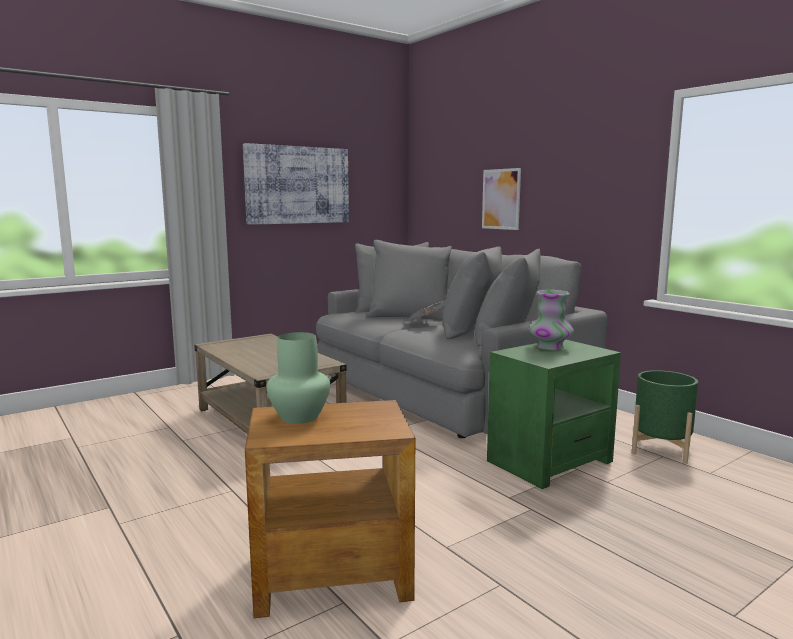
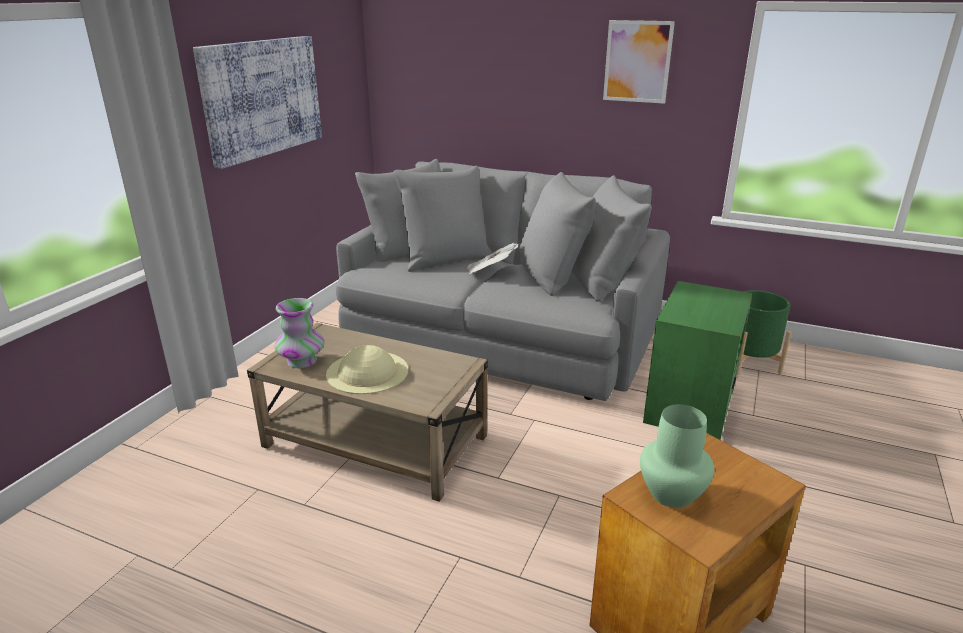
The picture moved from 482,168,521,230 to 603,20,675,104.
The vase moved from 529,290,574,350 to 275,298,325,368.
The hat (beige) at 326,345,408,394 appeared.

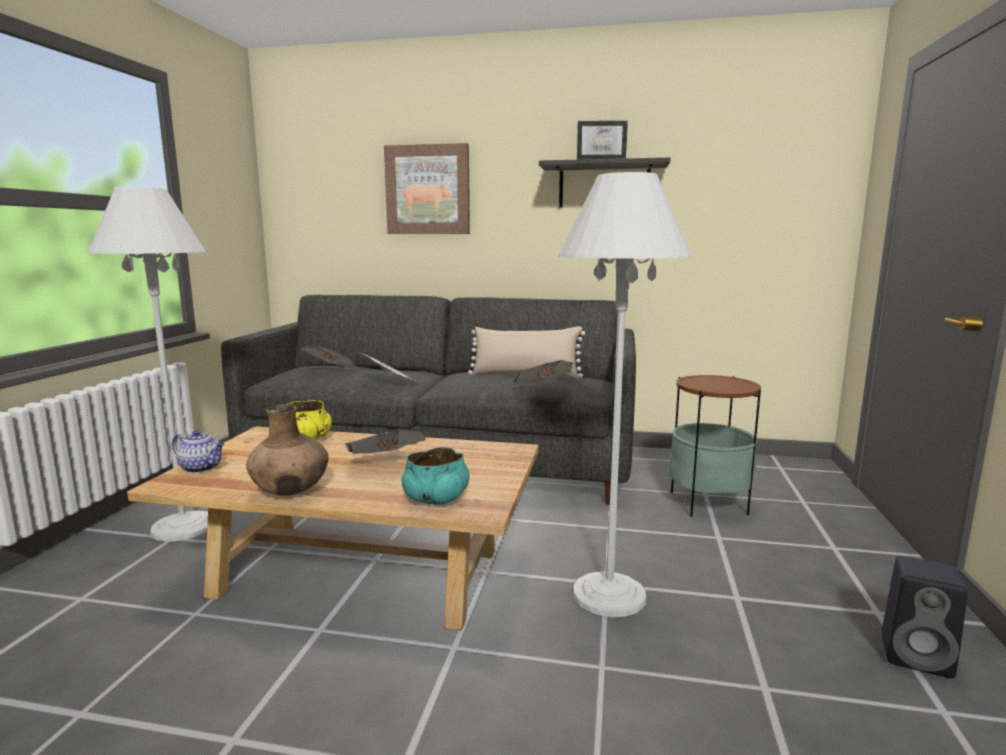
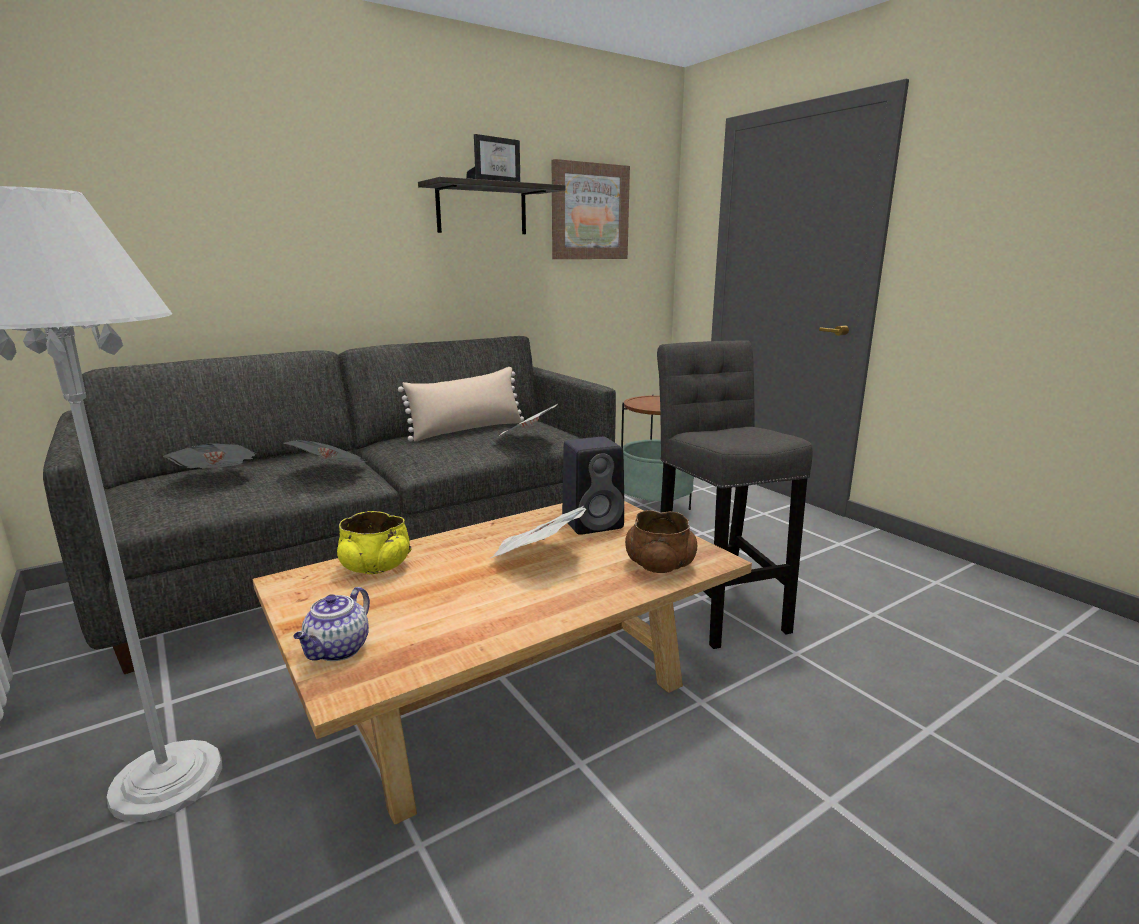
The teapot at 172,430,224,473 turned 135 degrees clockwise.
The vase (brown) at 246,404,329,496 disappeared.
The picture moved from 384,143,470,234 to 552,159,630,259.
The bowl (turquoise) at 402,447,470,505 became the bowl (brown) at 625,510,697,573.
The floor lamp (white) at 558,172,692,617 was replaced by the stool (grey) at 657,341,813,649.
The speaker (black) moved from 882,556,968,678 to 562,437,624,535.

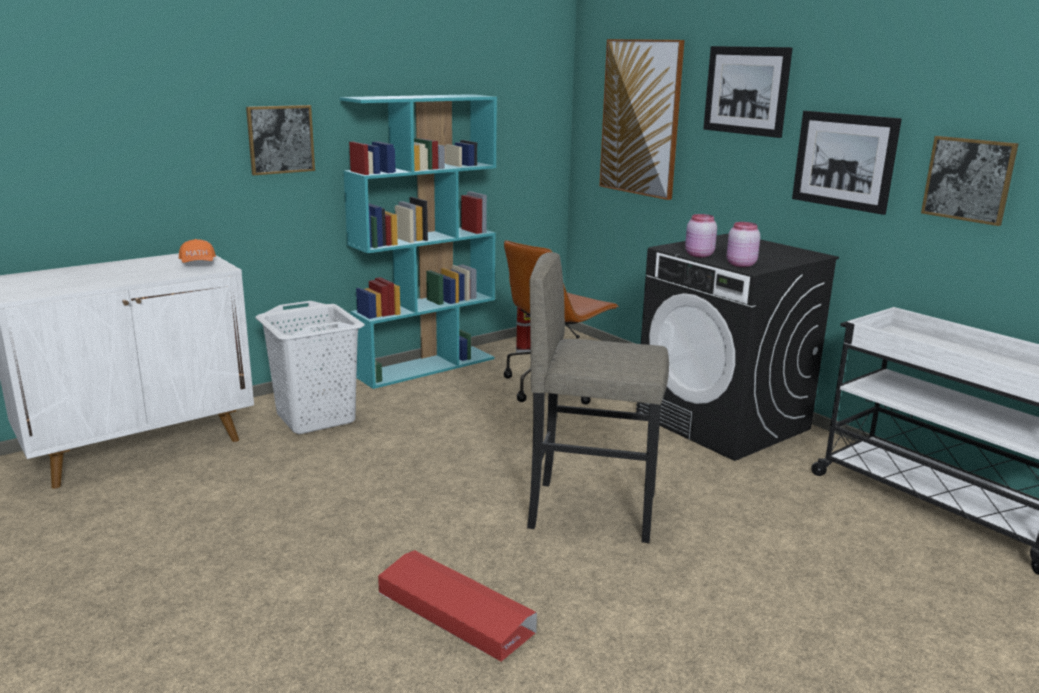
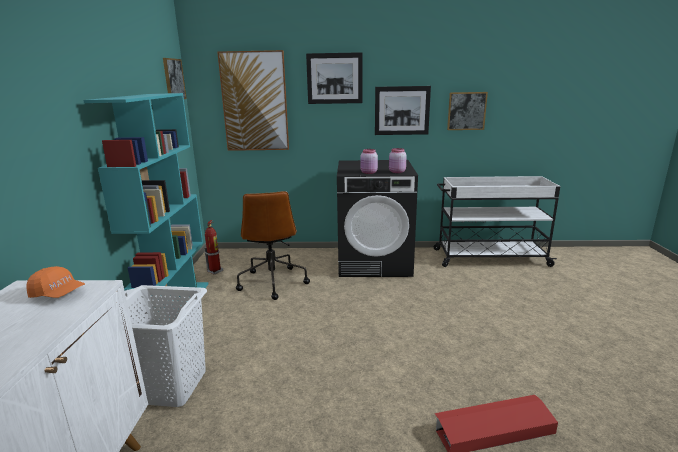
The picture moved from 246,105,315,175 to 163,58,187,99.
The stool (grey) at 527,252,669,543 disappeared.

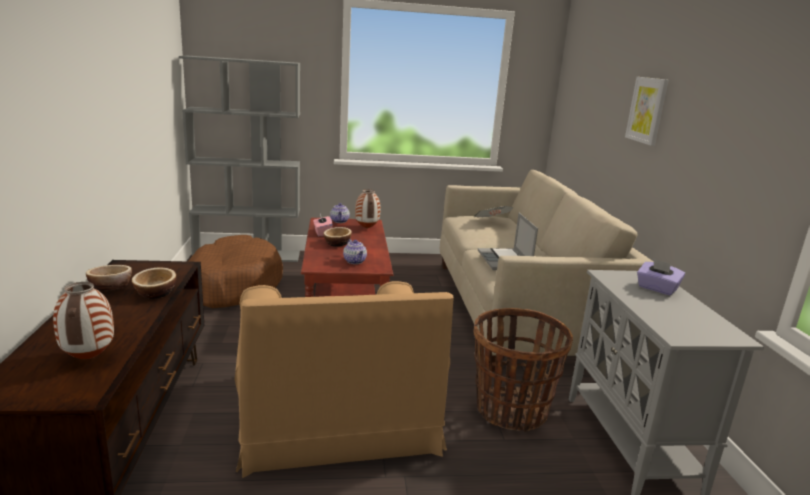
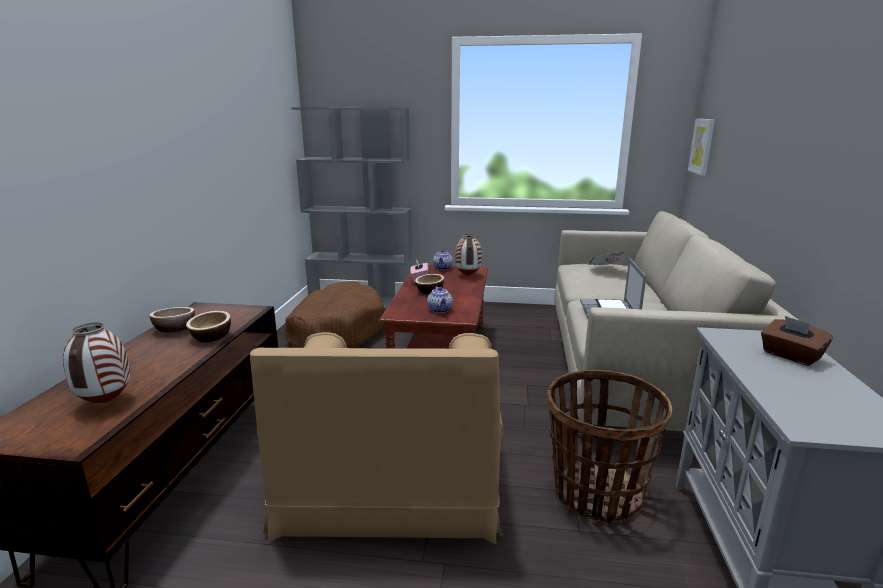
The picture moved from 625,77,669,146 to 688,119,715,176.
The tissue box (purple) at 637,259,685,296 became the tissue box (brown) at 761,316,833,366.

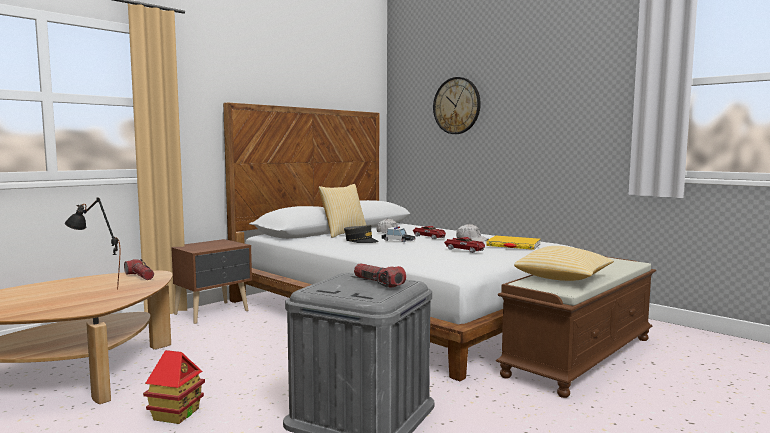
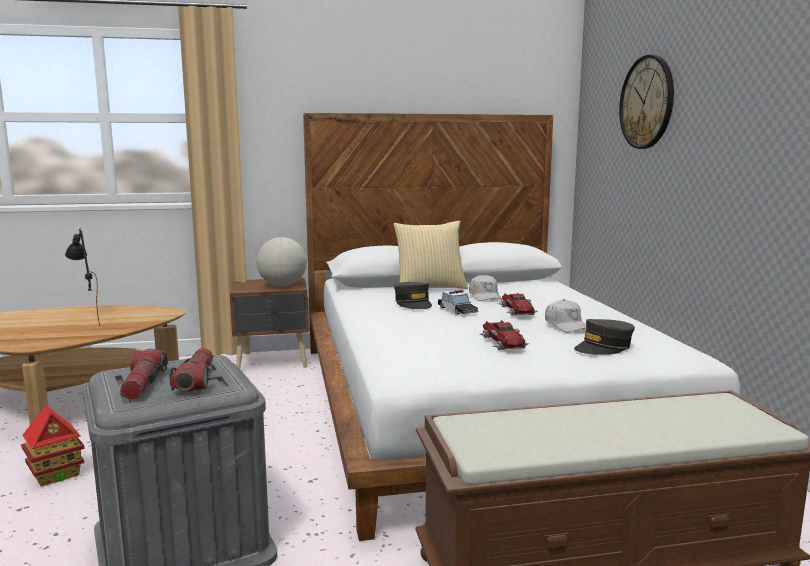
The flashlight moved from 124,259,154,280 to 120,349,168,400.
The book (yellow) at 486,235,540,250 was replaced by the cap (grey) at 574,319,635,355.
The pillow at 514,246,614,281 disappeared.
The globe at 257,237,307,287 appeared.

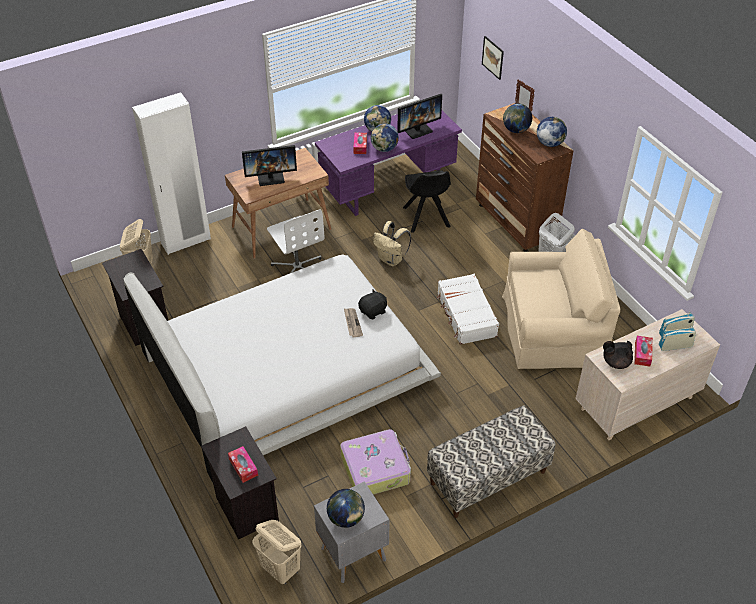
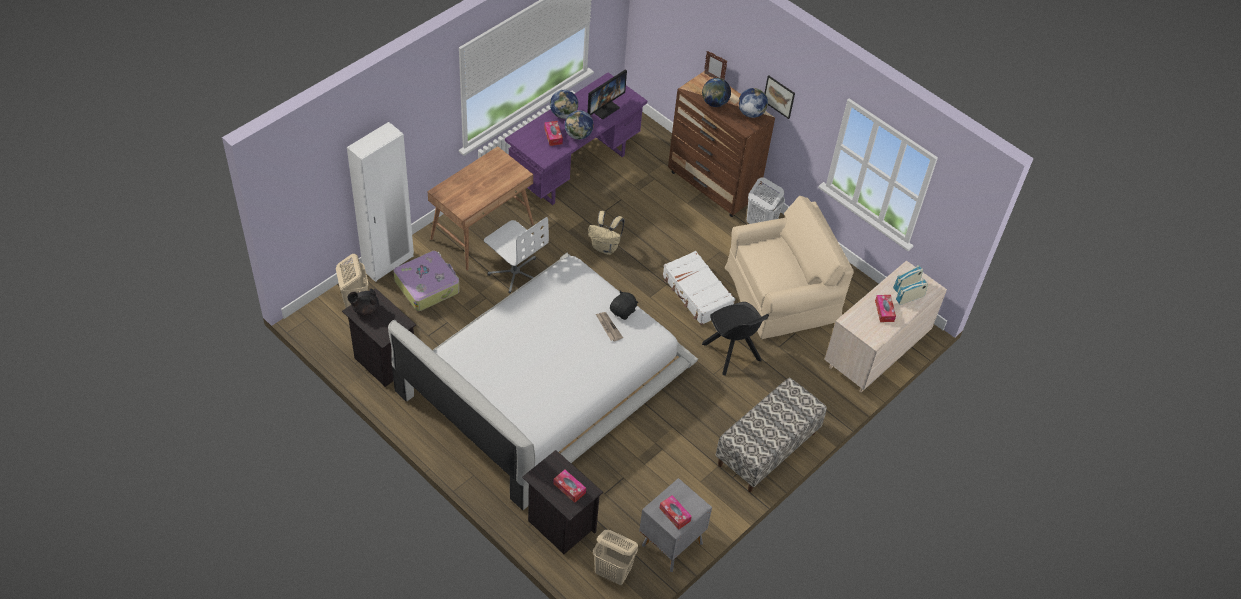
The monitor at 242,145,297,186 disappeared.
The globe at 327,489,365,528 was replaced by the tissue box at 659,495,692,530.
The suitcase moved from 340,429,411,495 to 394,251,460,311.
The chair (black) moved from 403,170,451,233 to 702,302,769,376.
The picture moved from 482,36,504,80 to 765,75,795,119.
The teapot (black) moved from 603,341,633,369 to 347,288,379,316.

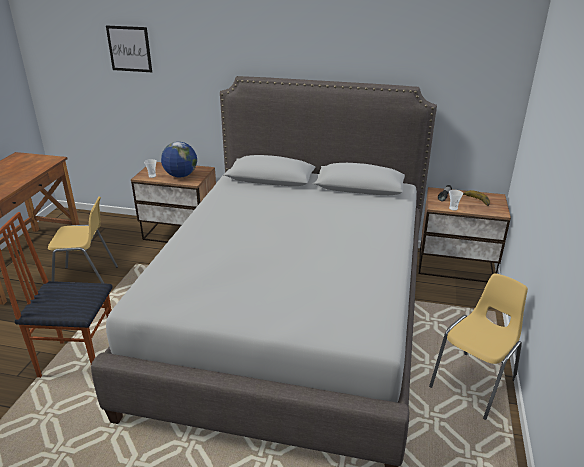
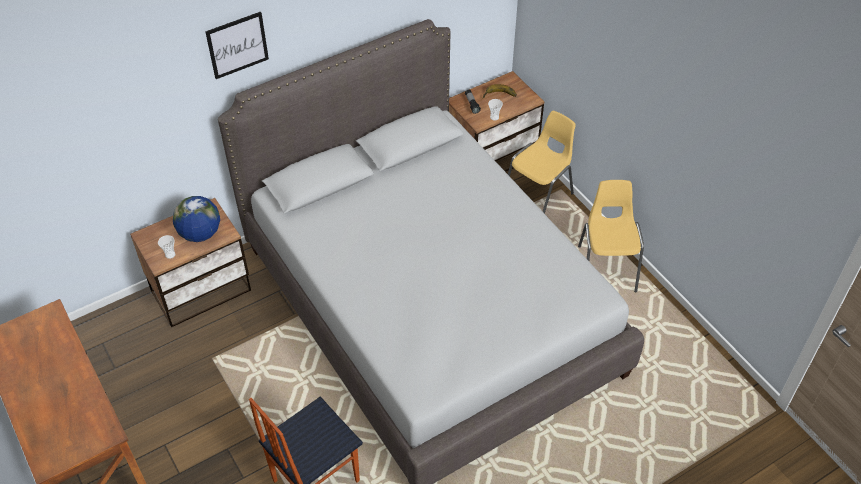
The chair (yellow) moved from 48,197,118,284 to 508,111,576,214.
The picture moved from 106,25,152,72 to 205,12,269,79.

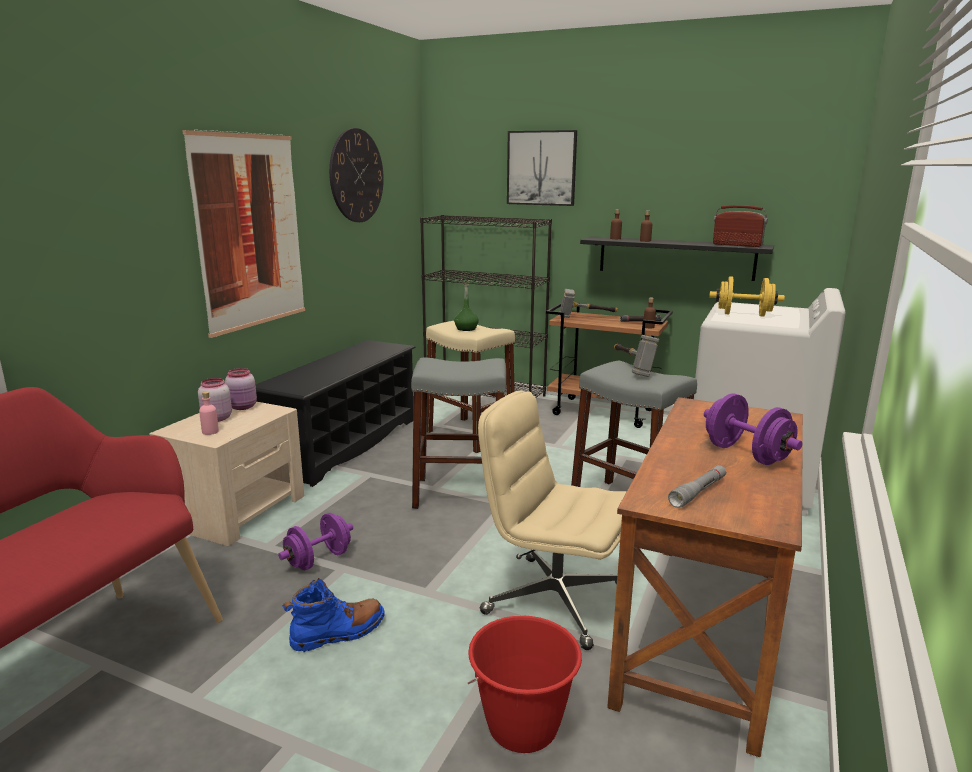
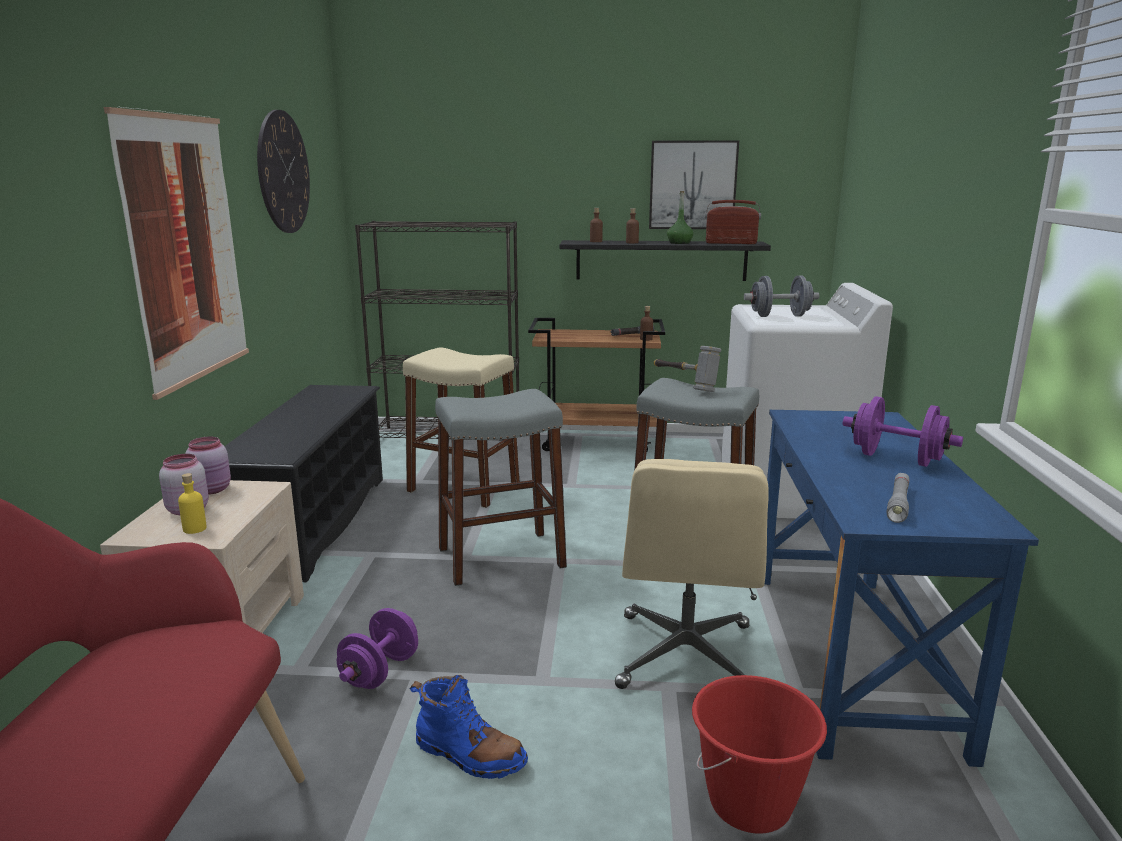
The bottle (pink) at 199,391,219,435 became the bottle (yellow) at 178,473,207,534.
The boot (blue) at 283,578,385,652 turned 75 degrees clockwise.
The bottle (green) moved from 454,282,479,331 to 667,191,694,244.
The office chair (beige) at 478,391,627,650 turned 90 degrees counterclockwise.
The picture moved from 507,130,577,206 to 649,140,739,229.
The hammer at 560,289,619,318 disappeared.
The desk (brown) at 607,397,803,757 became the desk (blue) at 764,410,1039,767.
The dumbbell (yellow) at 709,276,785,316 became the dumbbell (grey) at 744,276,819,317.

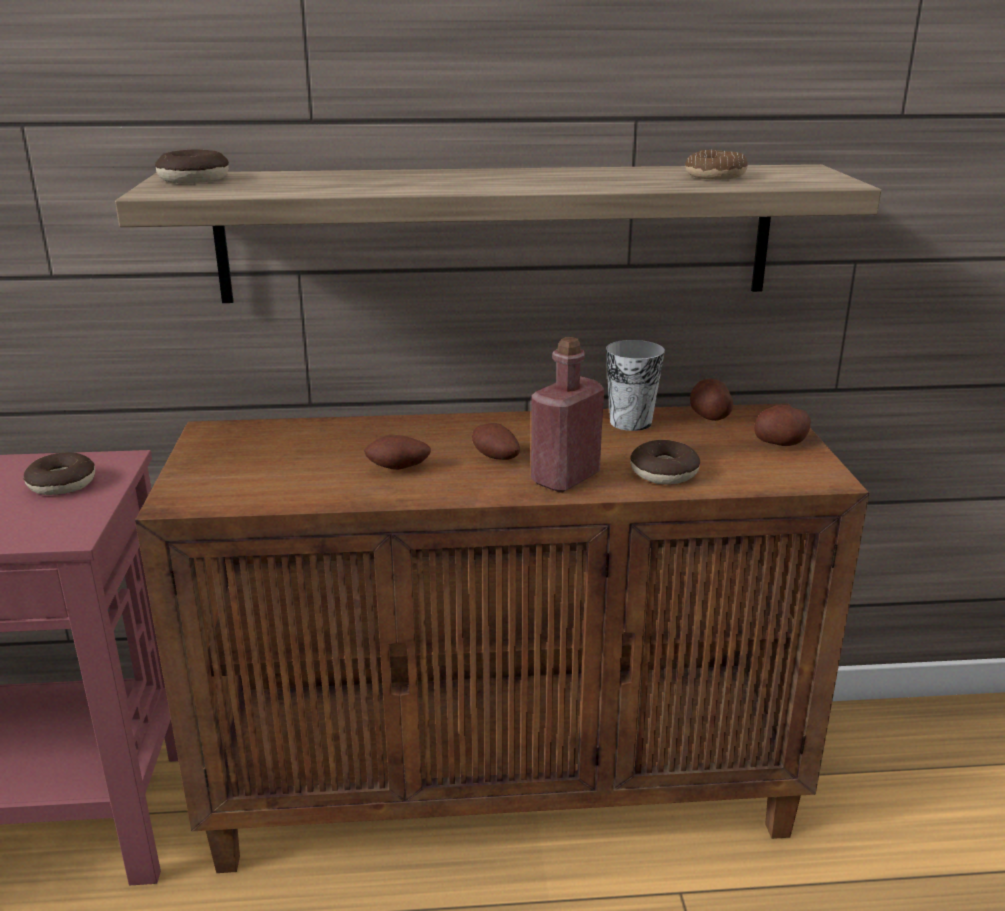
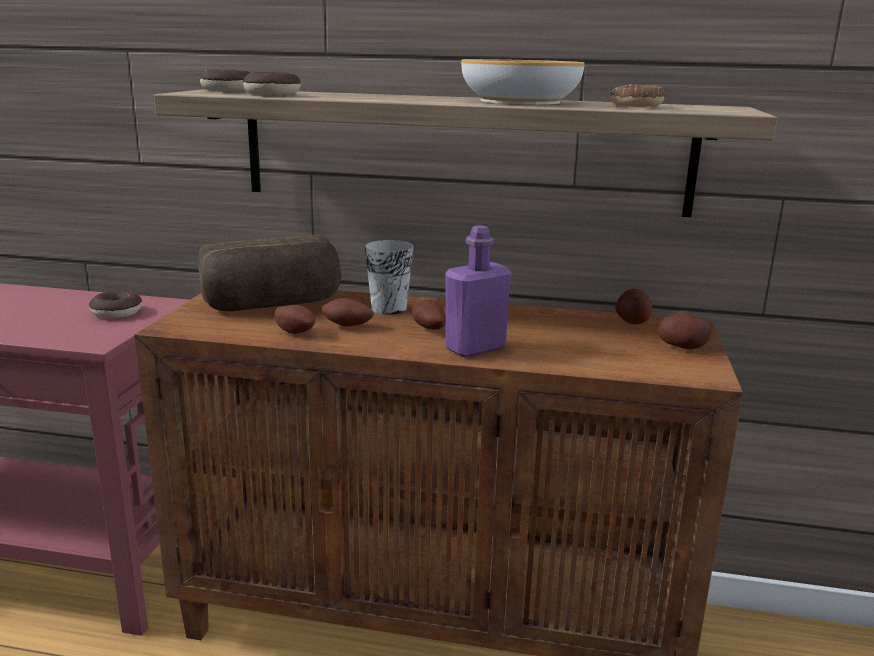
The bottle (red) at 531,337,604,493 became the bottle (purple) at 445,225,511,357.
The cup moved from 606,340,665,431 to 364,240,414,315.
The donut moved from 630,440,700,485 to 243,72,301,96.
The bread at 199,235,341,311 appeared.
The potato at 275,305,316,334 appeared.
The bowl at 461,59,585,105 appeared.

